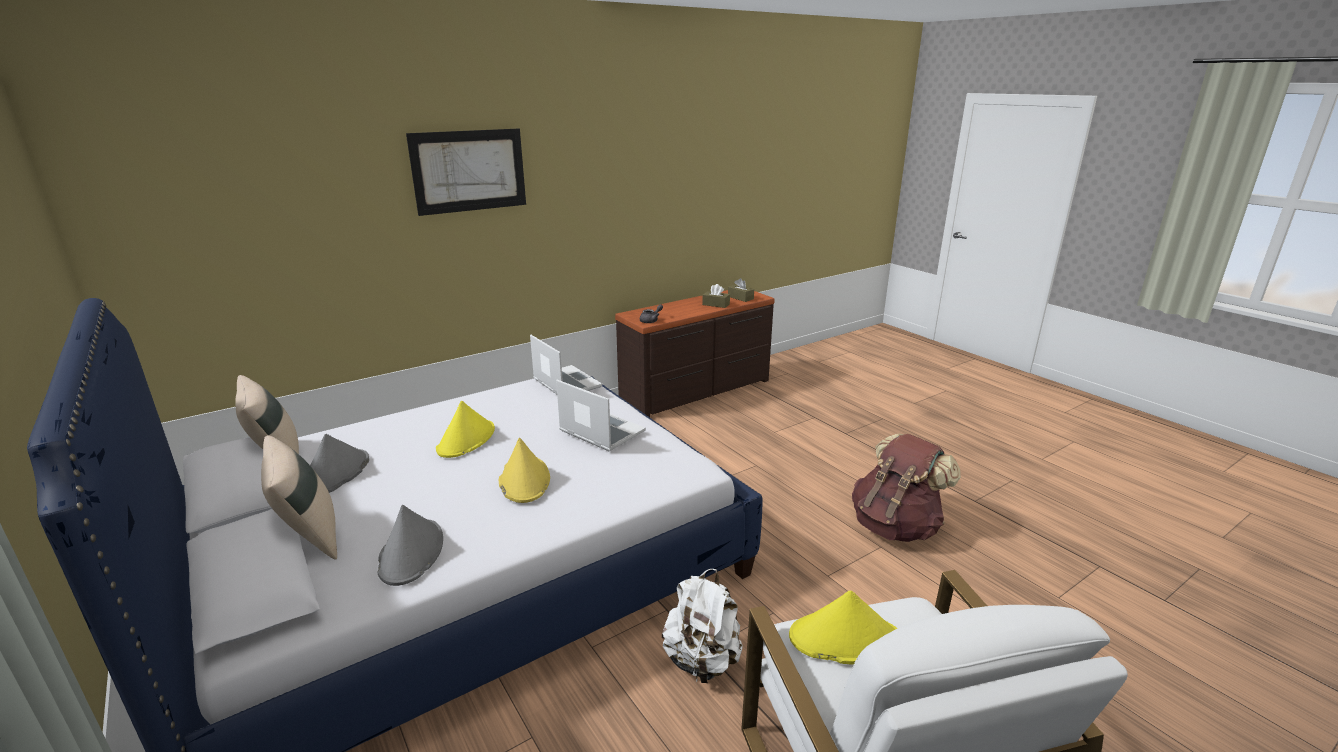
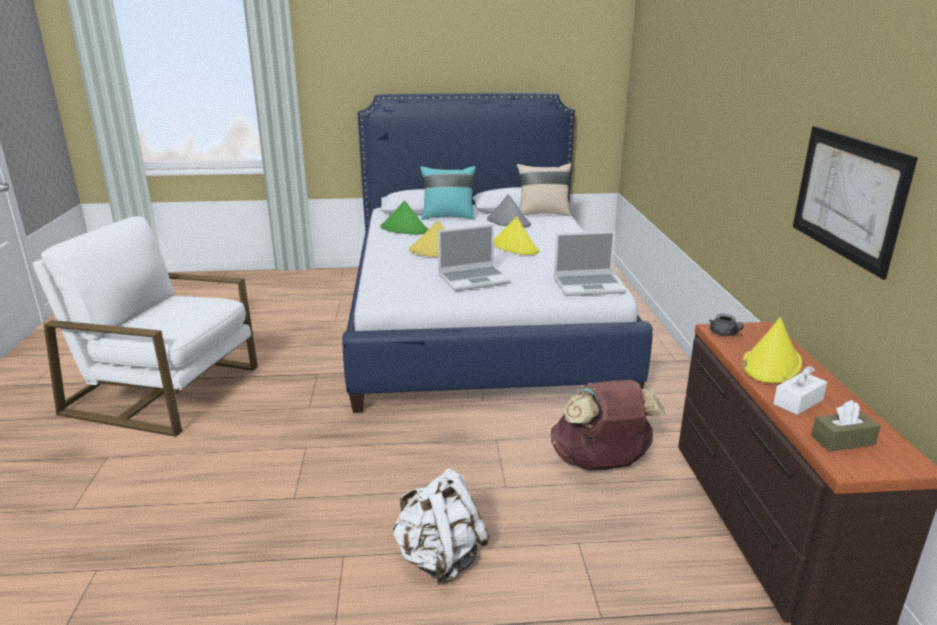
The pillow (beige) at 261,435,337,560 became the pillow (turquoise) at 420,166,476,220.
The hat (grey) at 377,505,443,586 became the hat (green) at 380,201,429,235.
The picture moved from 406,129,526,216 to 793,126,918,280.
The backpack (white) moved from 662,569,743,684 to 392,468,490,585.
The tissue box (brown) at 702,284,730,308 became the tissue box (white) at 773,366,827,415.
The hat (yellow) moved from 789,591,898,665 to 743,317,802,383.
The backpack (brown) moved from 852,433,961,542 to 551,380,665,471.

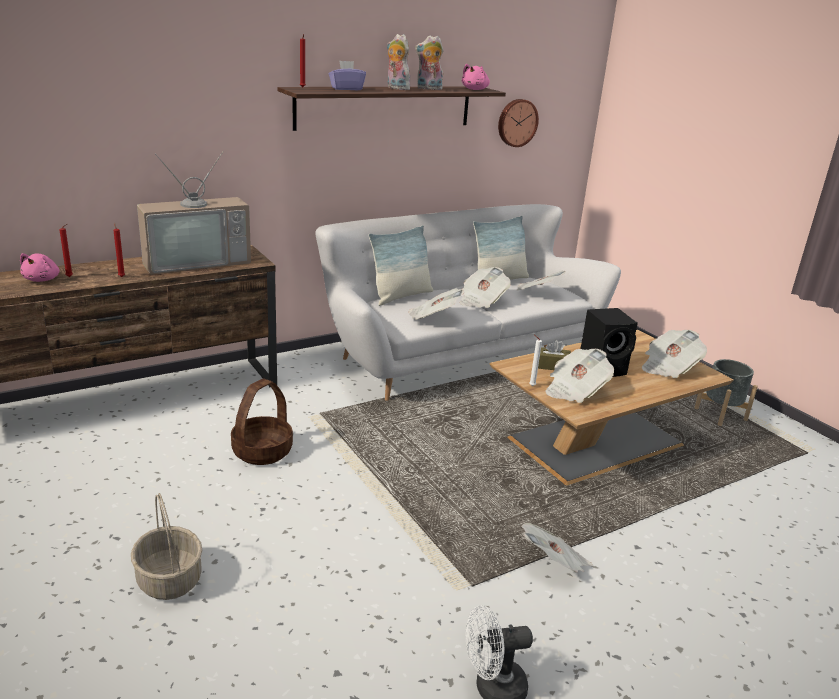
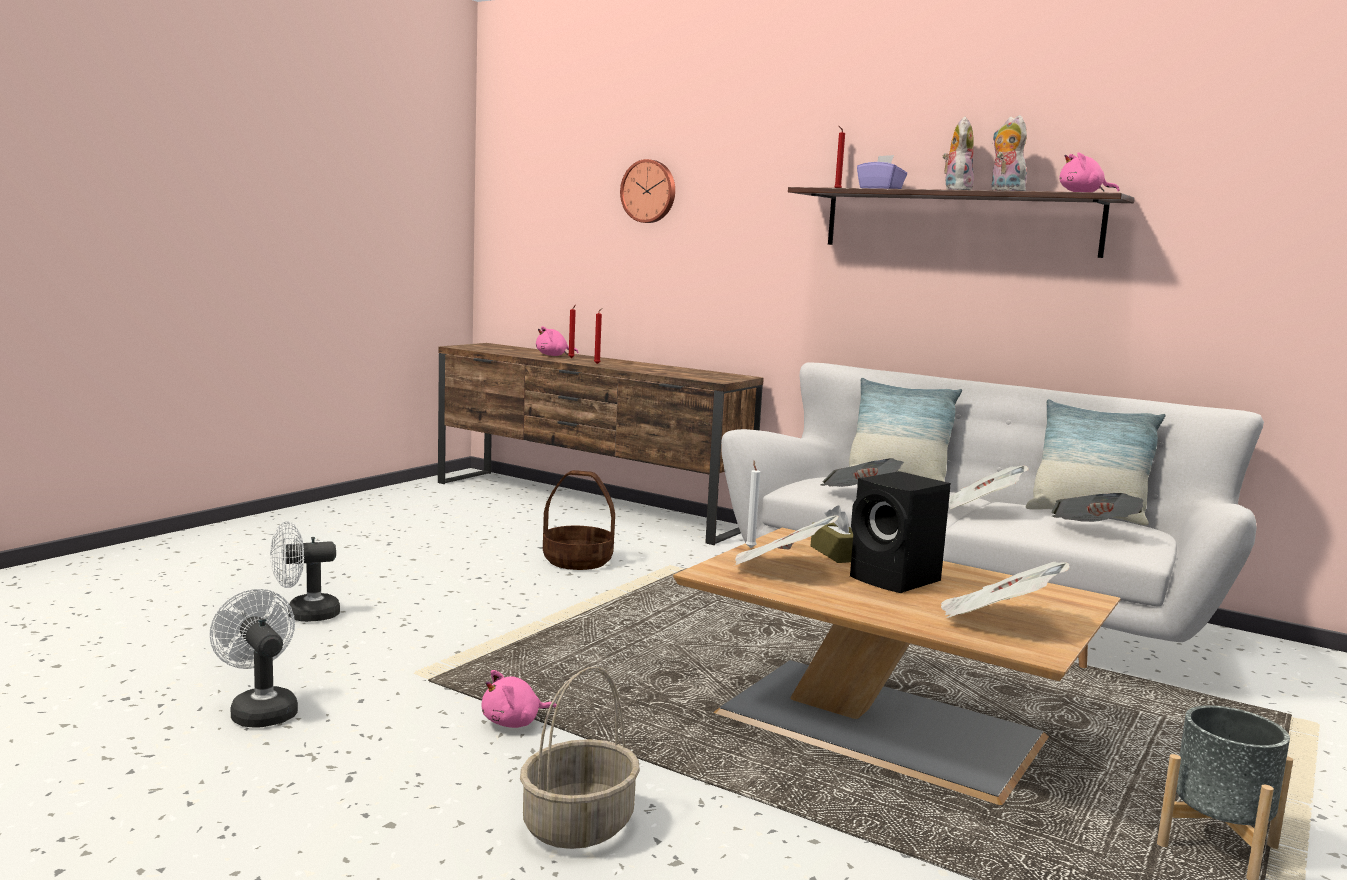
The basket moved from 131,493,202,600 to 520,667,640,849.
The television at 137,151,251,274 disappeared.
The wall clock moved from 498,99,539,147 to 620,159,675,223.
The newspaper at 522,523,593,573 was replaced by the plush toy (pink) at 482,670,557,728.
The fan (white) at 270,521,340,622 appeared.

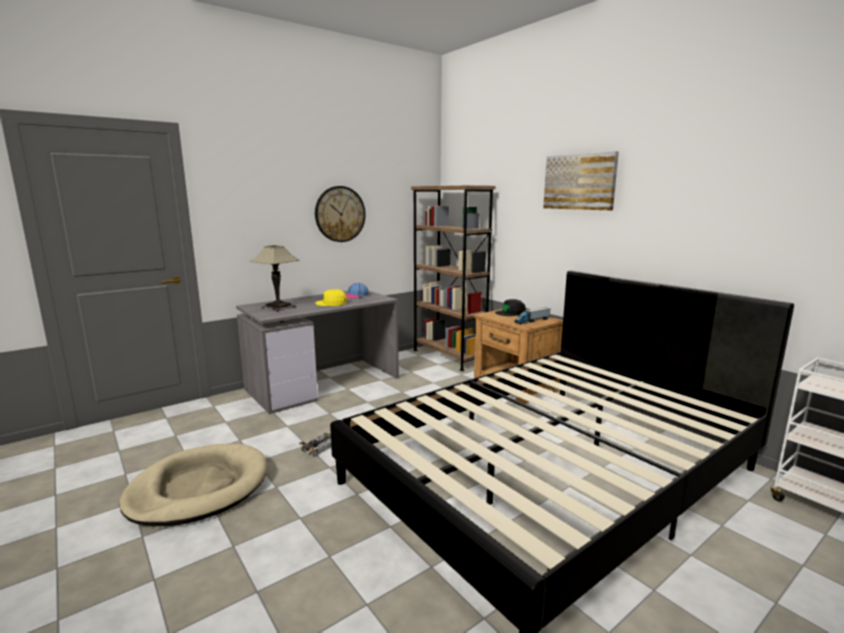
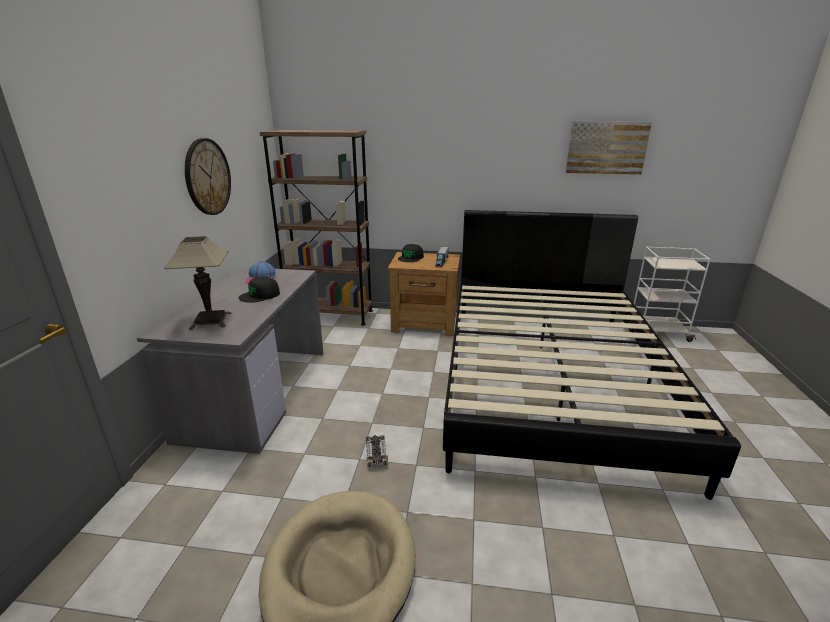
The cap (yellow) at 315,289,347,306 became the cap (black) at 239,276,280,303.
The picture moved from 543,151,619,210 to 565,121,652,175.

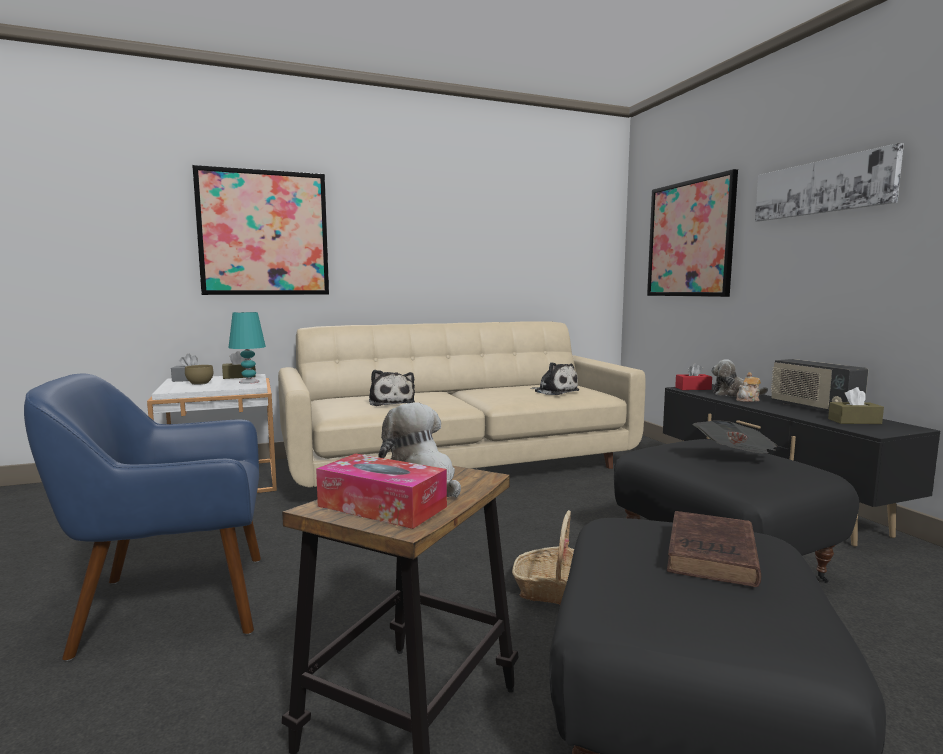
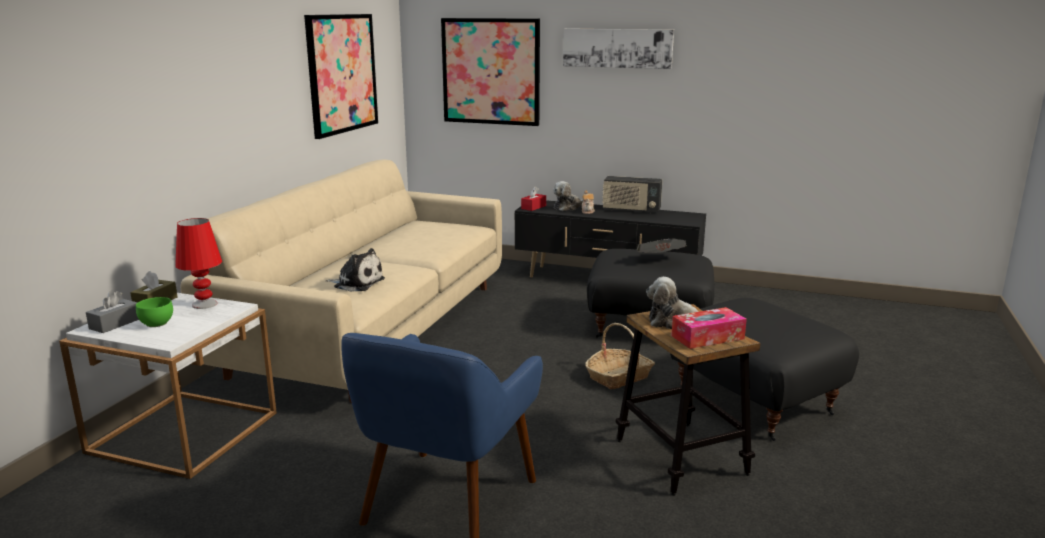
The bowl (brown) at 185,365,213,385 became the bowl (green) at 136,297,173,327.
The picture moved from 192,165,329,295 to 304,14,378,139.
The table lamp (turquoise) at 228,312,266,384 became the table lamp (red) at 175,218,222,309.
The plush toy at 530,362,580,395 disappeared.
The book (brown) at 667,511,761,587 disappeared.
The tissue box (brown) at 828,387,884,424 disappeared.

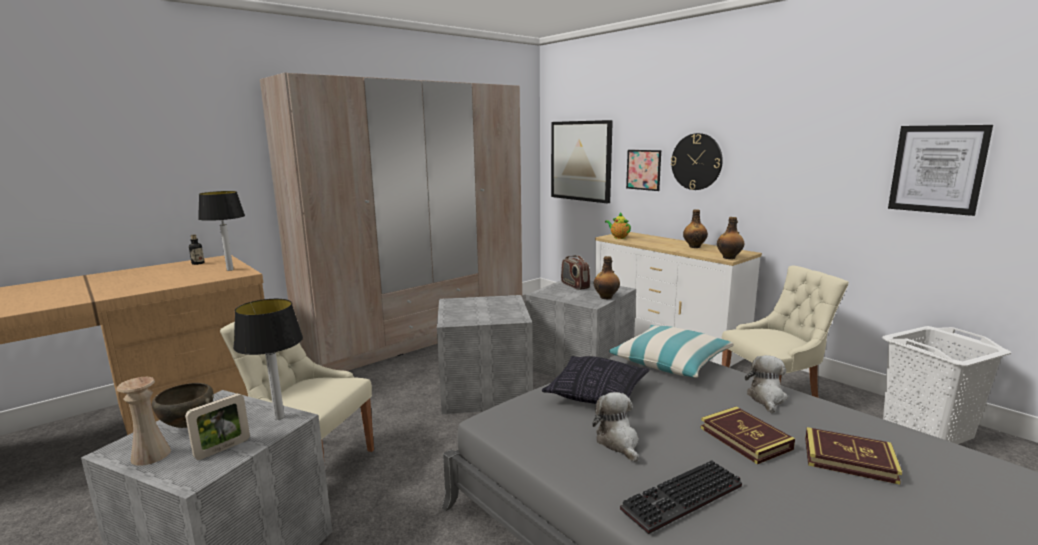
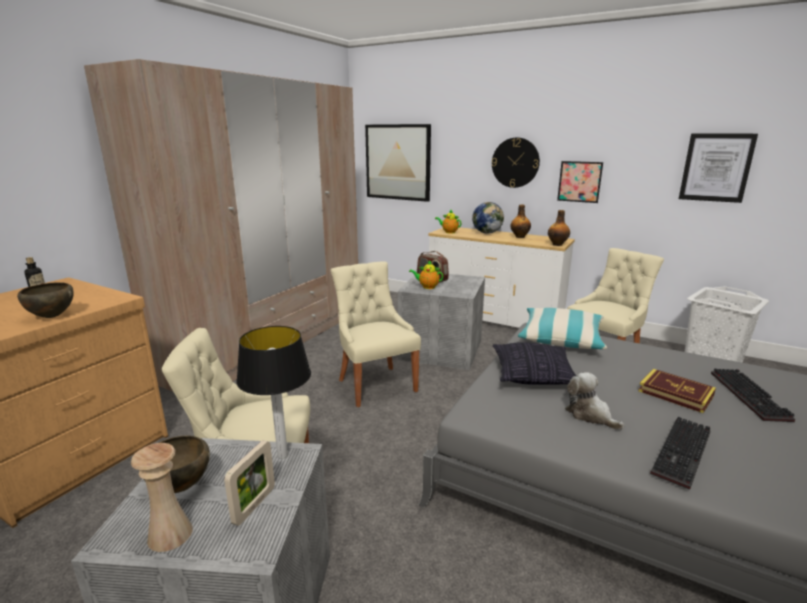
The table lamp at 198,191,245,271 disappeared.
The storage box (grey) at 437,295,533,414 was replaced by the chair (beige) at 331,262,421,407.
The bottle at 594,256,620,299 disappeared.
The picture moved from 626,150,661,191 to 557,161,603,203.
The plush toy at 745,355,788,413 disappeared.
The book at 805,427,902,485 was replaced by the keyboard at 711,369,795,422.
The bowl (brown) at 17,282,74,318 appeared.
The teapot at 409,260,443,289 appeared.
The globe at 472,202,504,234 appeared.

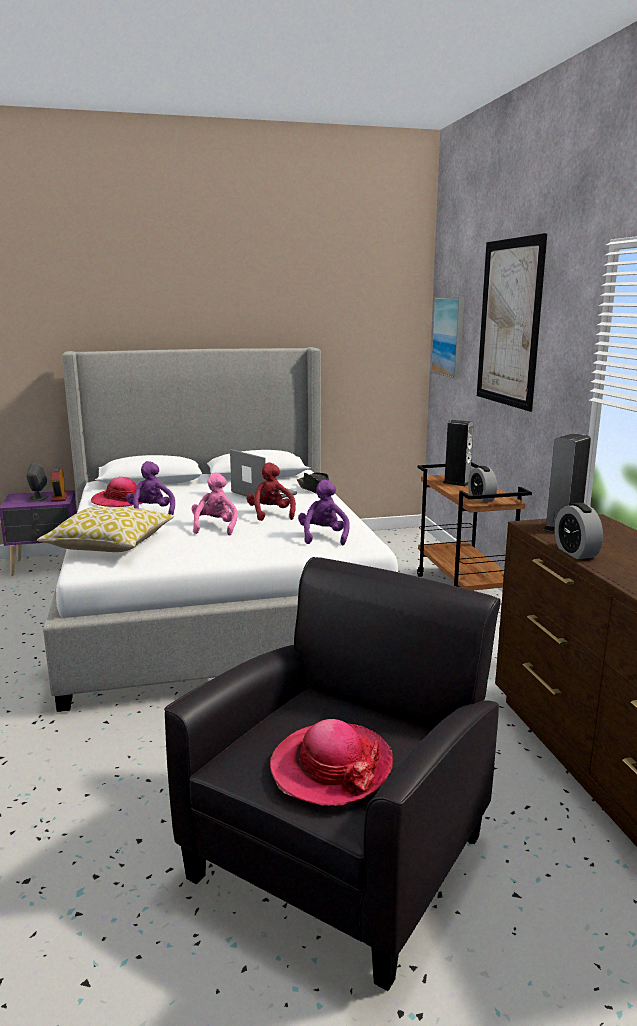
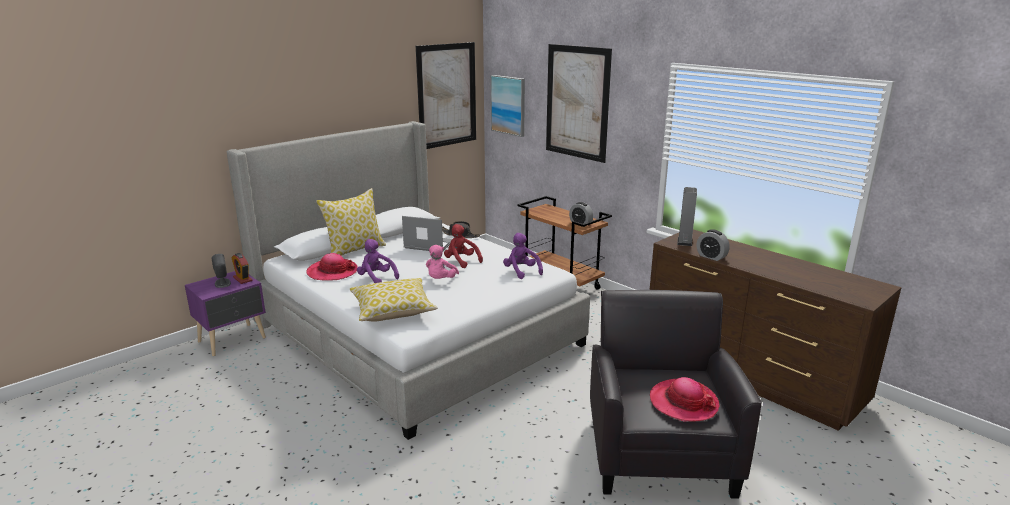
The plush toy (pink) at 192,473,238,536 turned 135 degrees counterclockwise.
The speaker at 443,420,474,486 disappeared.
The pillow at 316,188,386,256 appeared.
The picture at 416,42,476,149 appeared.

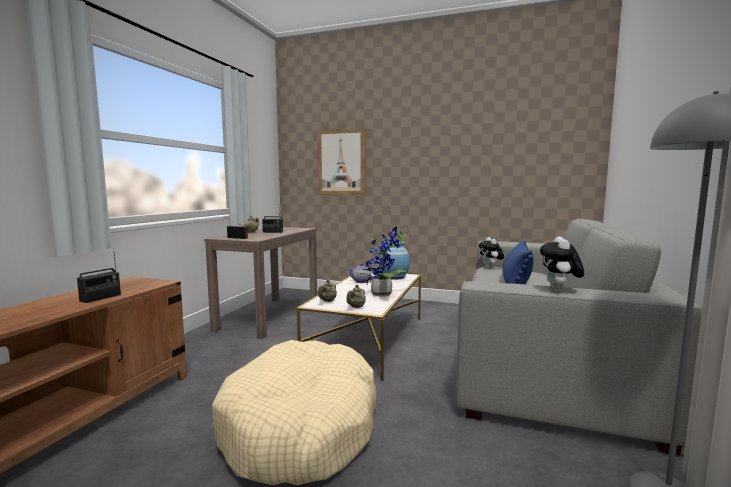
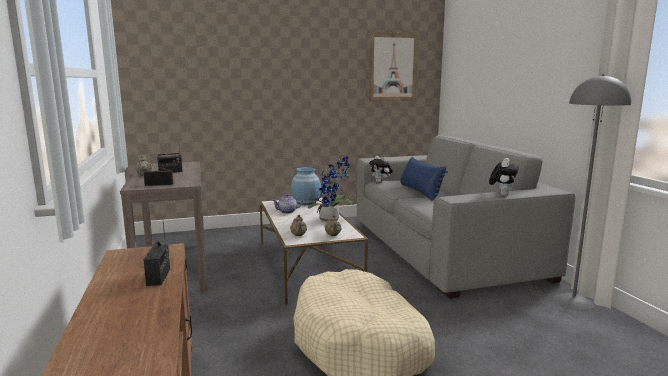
The picture moved from 317,128,365,196 to 368,32,419,102.
The plush toy at 540,236,584,291 turned 135 degrees counterclockwise.

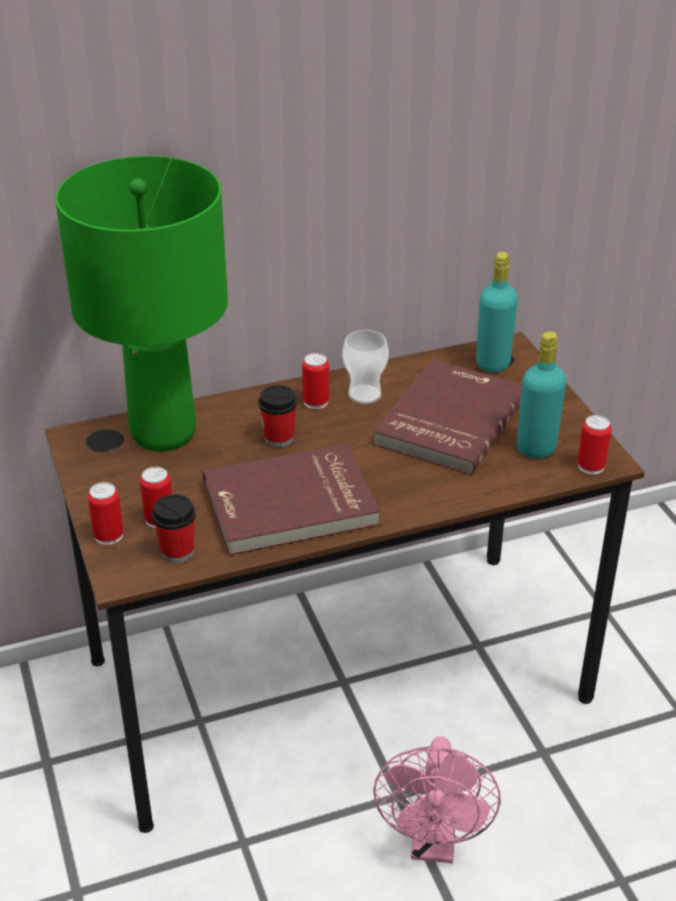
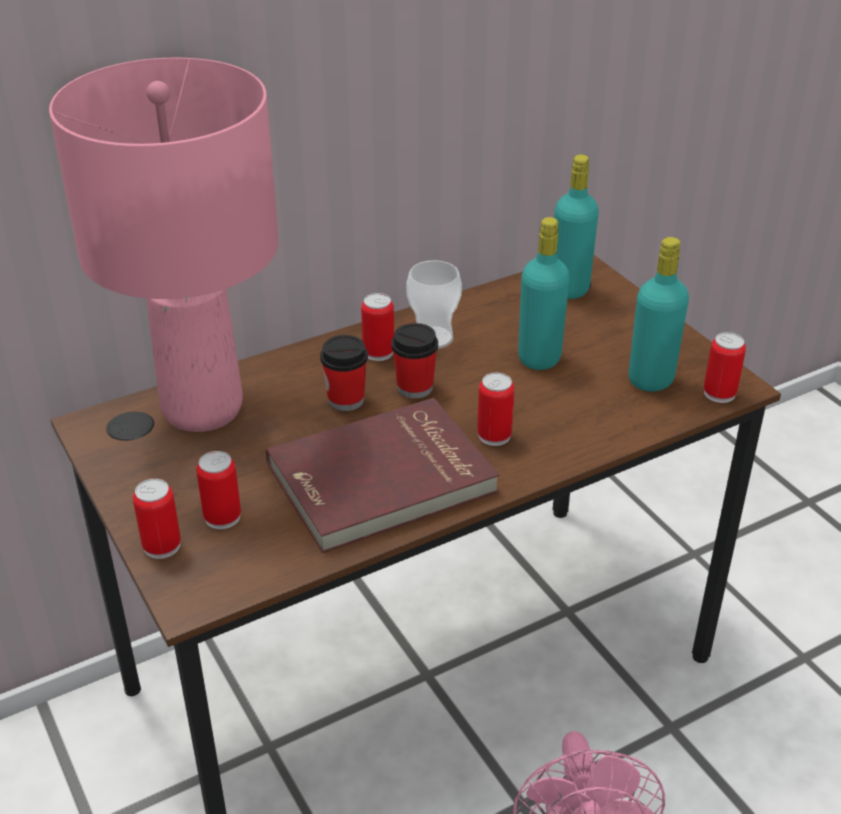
The table lamp (green) at 55,156,228,451 became the table lamp (pink) at 49,58,279,432.
The cup moved from 152,494,196,563 to 392,323,438,399.
The book (red) at 373,359,522,475 was replaced by the bottle (turquoise) at 518,217,570,370.
The can at 477,373,515,446 appeared.

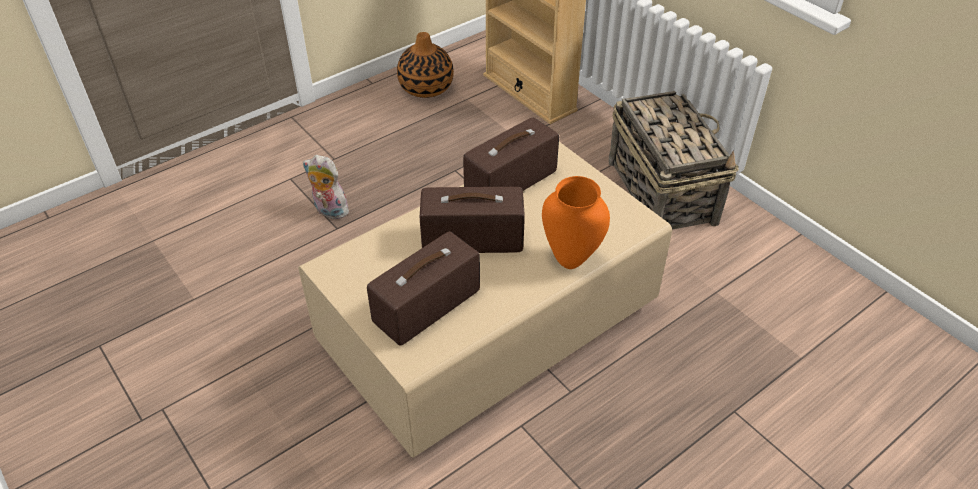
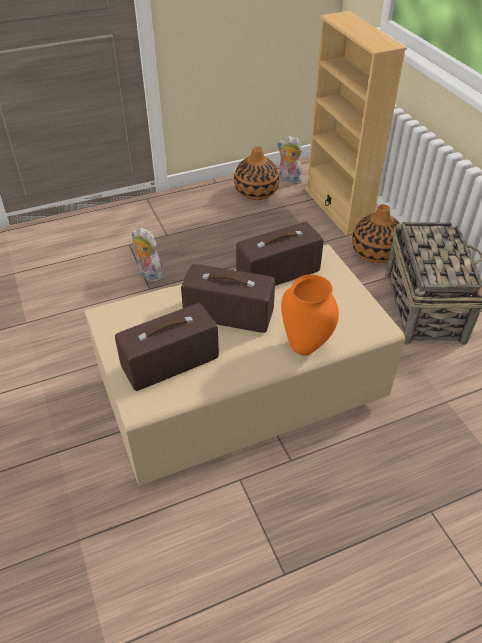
The plush toy at 277,136,302,184 appeared.
The vase at 352,204,400,263 appeared.

